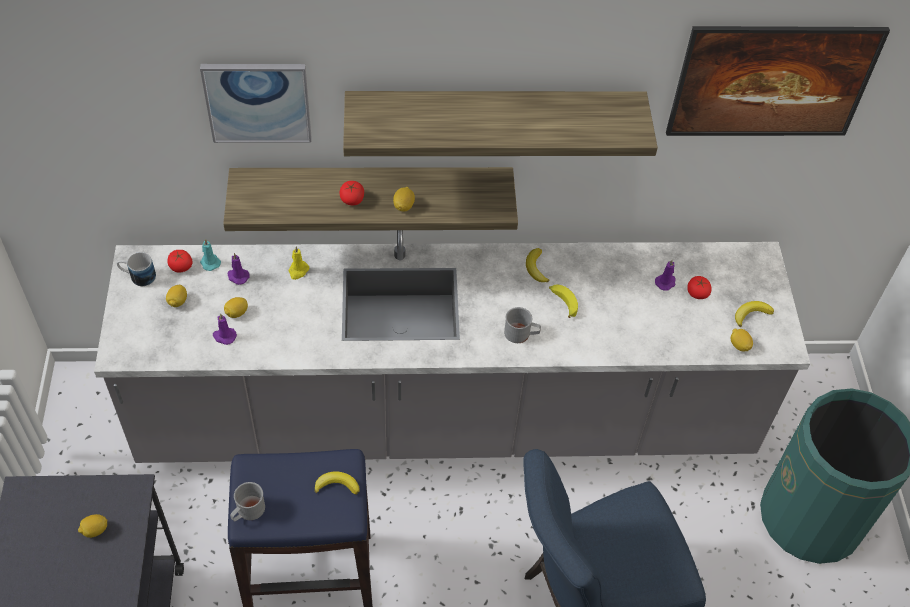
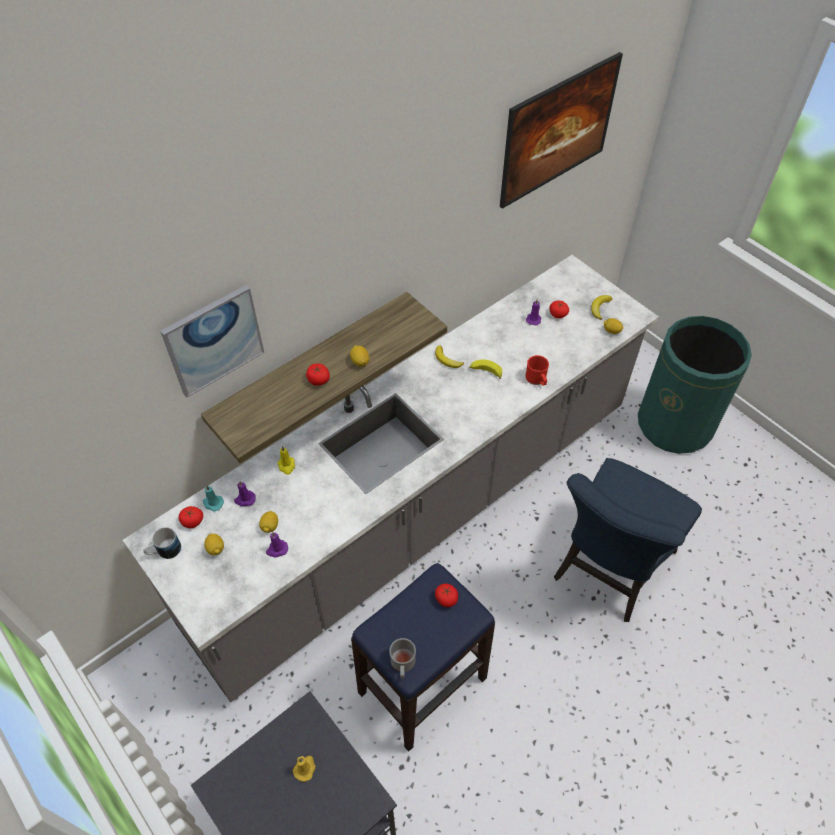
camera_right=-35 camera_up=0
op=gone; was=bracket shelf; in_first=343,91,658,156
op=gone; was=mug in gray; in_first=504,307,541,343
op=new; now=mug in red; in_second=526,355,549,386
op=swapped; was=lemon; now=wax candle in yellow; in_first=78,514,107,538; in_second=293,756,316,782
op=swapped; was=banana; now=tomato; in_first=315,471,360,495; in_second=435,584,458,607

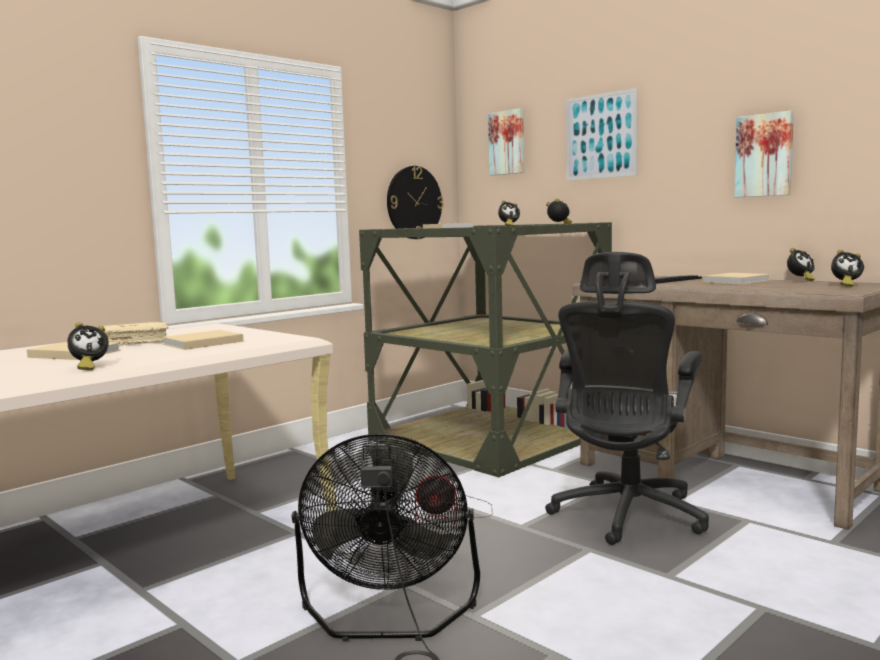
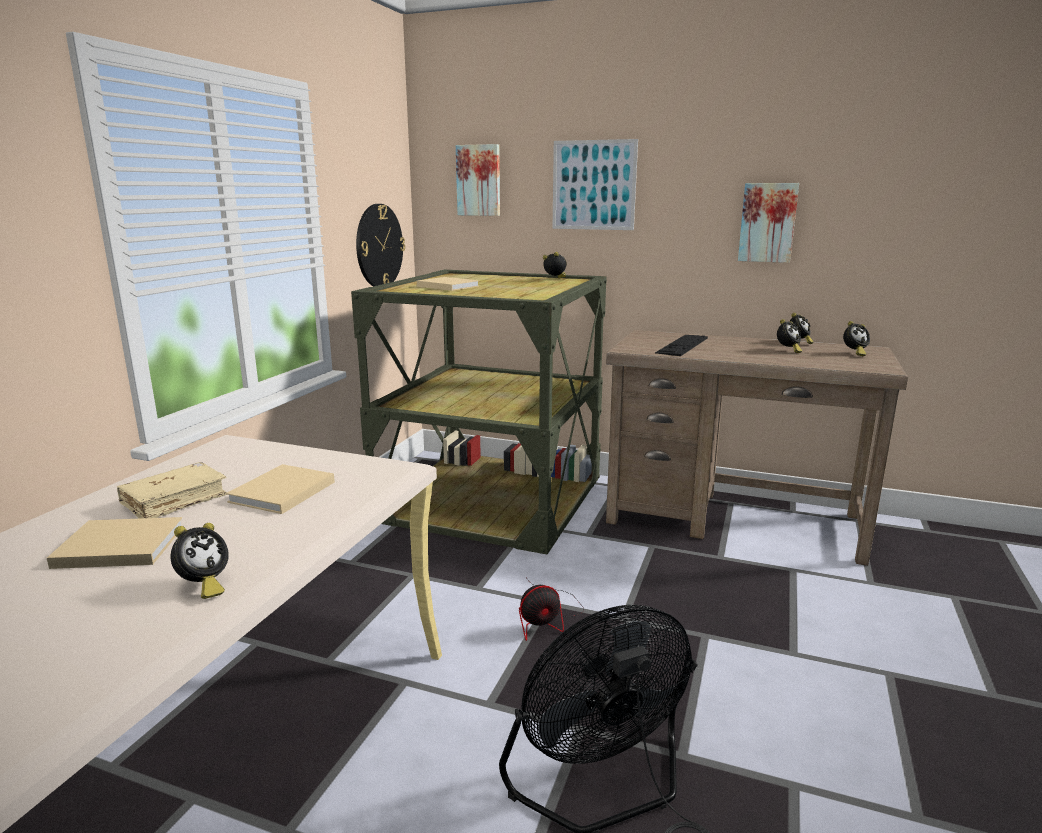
camera_right=-25 camera_up=10
op=gone; was=computer chair; in_first=545,252,709,545
op=gone; was=volume in sand-coloured; in_first=702,273,771,284
op=shifted; was=alarm clock; in_first=498,200,520,226; in_second=777,319,802,353

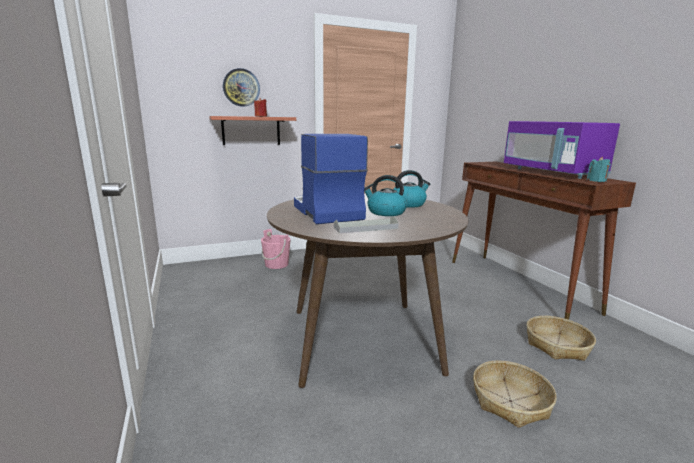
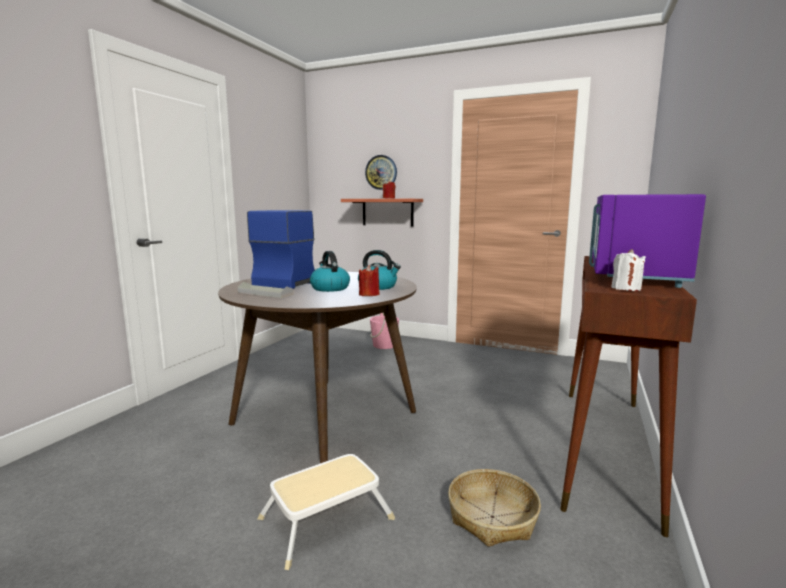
camera_right=45 camera_up=-5
op=new; now=wax candle in red; in_second=359,265,379,296
op=swapped; was=household basket; now=step stool in sand-coloured; in_first=473,360,557,428; in_second=257,454,395,570
op=repainted; was=wax candle in turquoise; now=wax candle in white; in_first=586,157,611,182; in_second=611,249,646,291

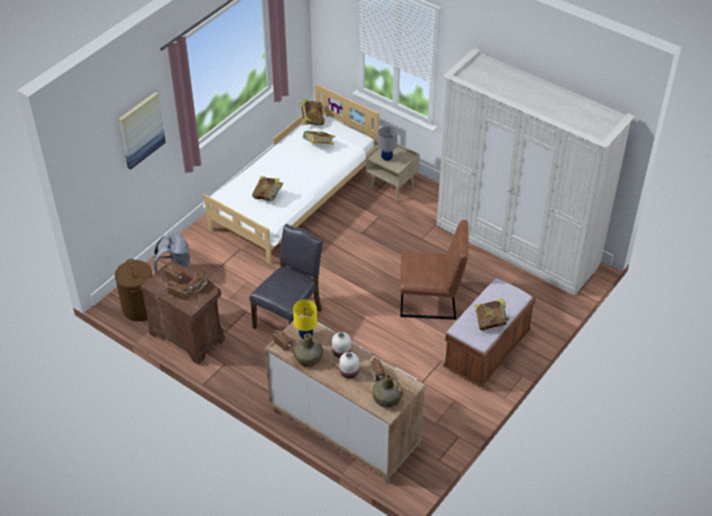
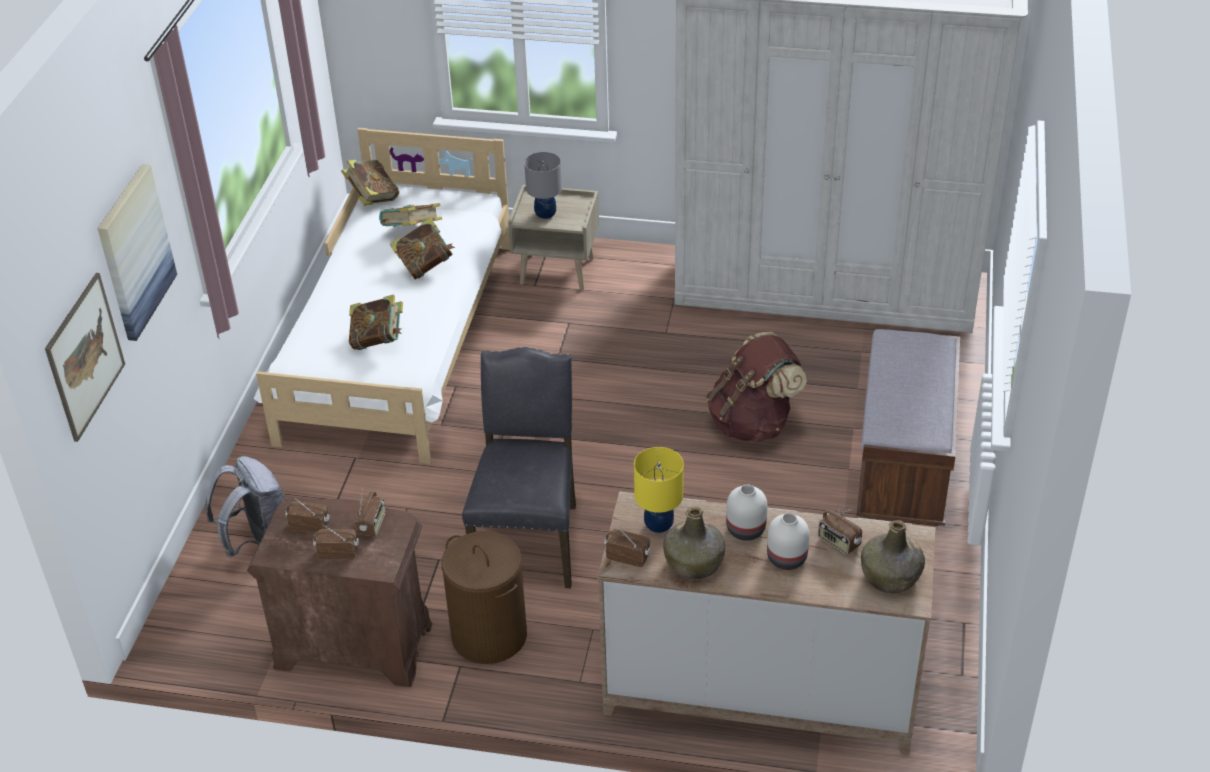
camera_right=-25 camera_up=-5
op=new; now=wall art; in_second=45,273,125,442
op=shifted; was=hamper in brownish; in_first=115,259,152,321; in_second=441,531,527,664
op=shifted; was=volume; in_first=474,298,510,331; in_second=389,217,455,279
op=swapped; was=plain chair in brownish; now=backpack in brownish; in_first=400,220,469,320; in_second=706,332,807,442

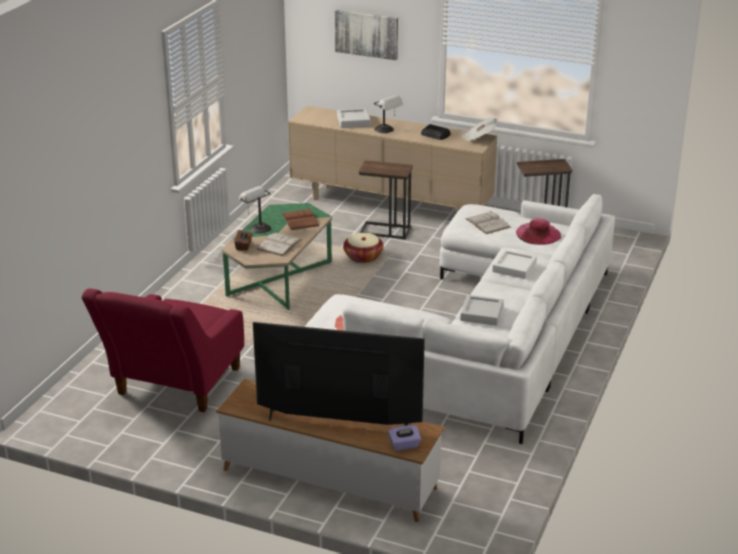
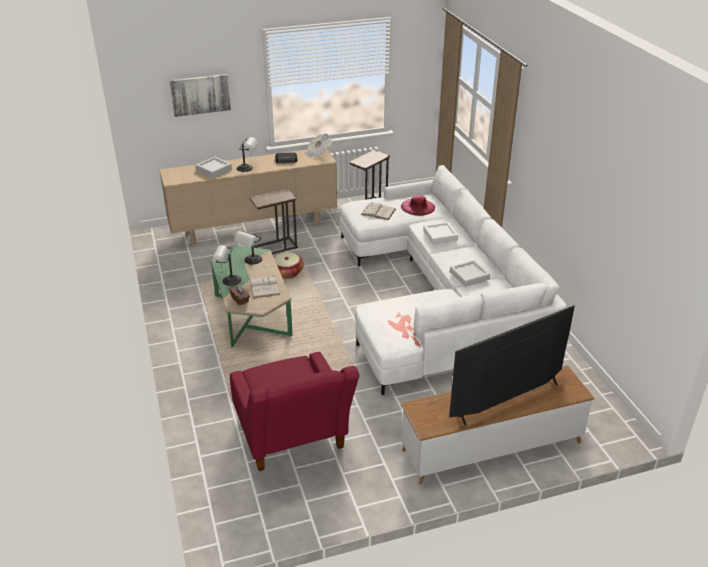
camera_right=-40 camera_up=5
op=gone; was=tissue box in purplish; in_first=388,425,421,451
op=swapped; was=volume in brownish; now=table lamp; in_first=282,208,319,230; in_second=234,231,262,264

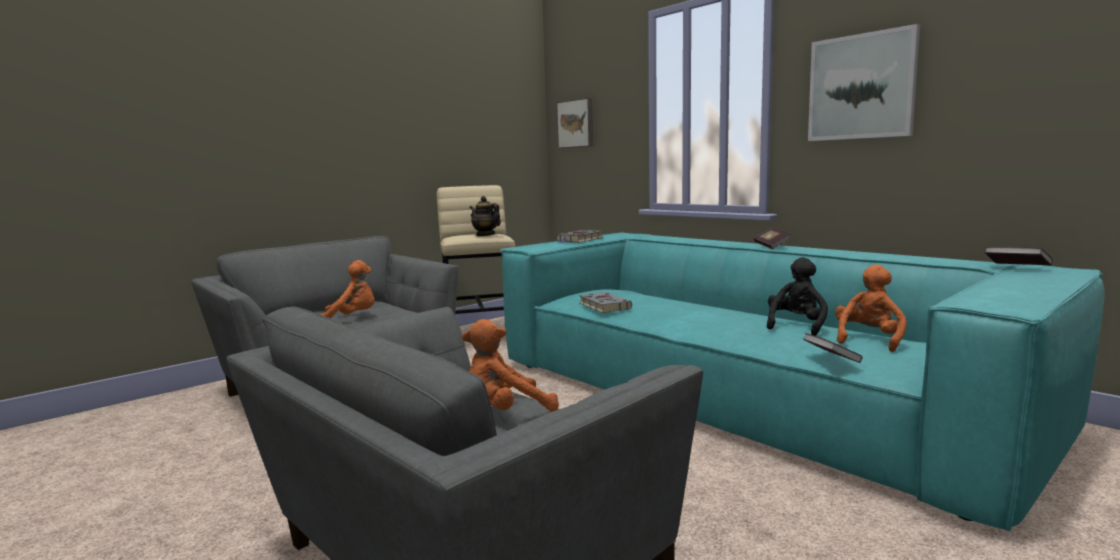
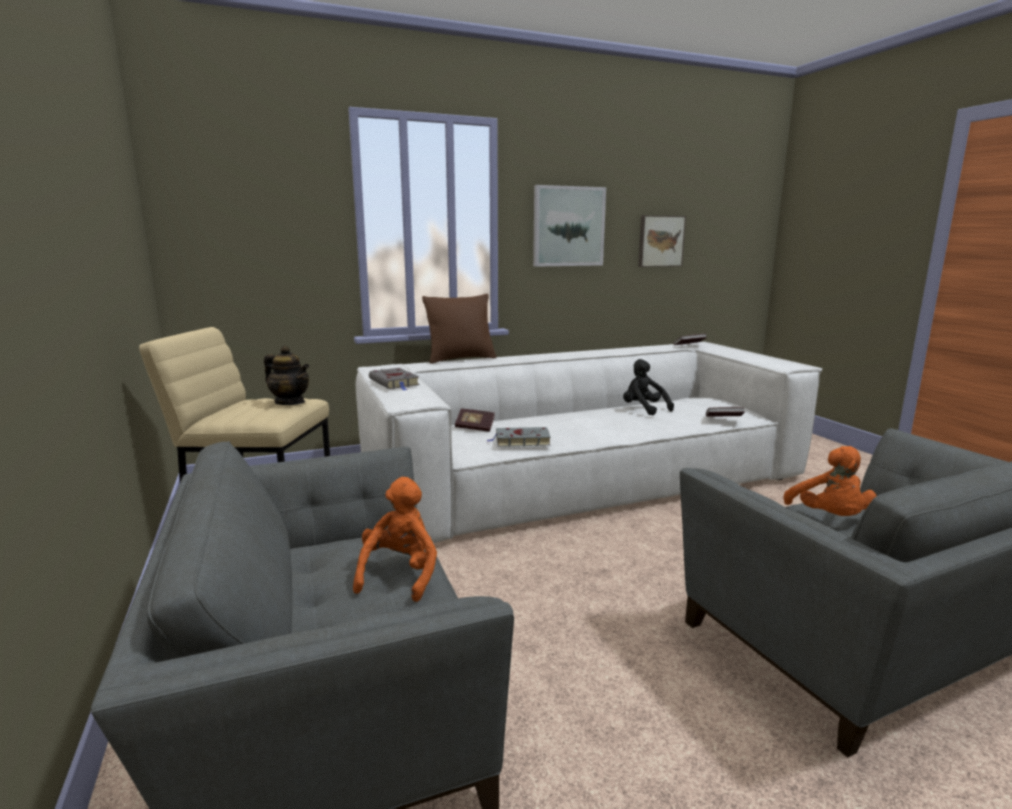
camera_right=-70 camera_up=5
op=gone; was=soft toy in orange-coloured; in_first=835,265,907,352
op=new; now=cushion in brownish; in_second=422,294,497,364
op=shifted; was=wall art; in_first=556,98,593,148; in_second=638,215,686,267
op=shifted; was=volume; in_first=754,228,792,249; in_second=455,409,495,432
op=repainted; was=settee in turquoise; now=settee in white; in_first=500,232,1105,532; in_second=356,342,823,543
op=rotated; was=tea pot; in_first=469,196,501,236; in_second=264,346,309,405; clockwise=-120

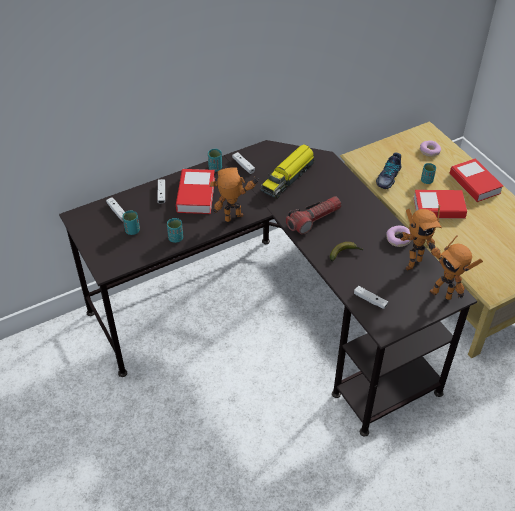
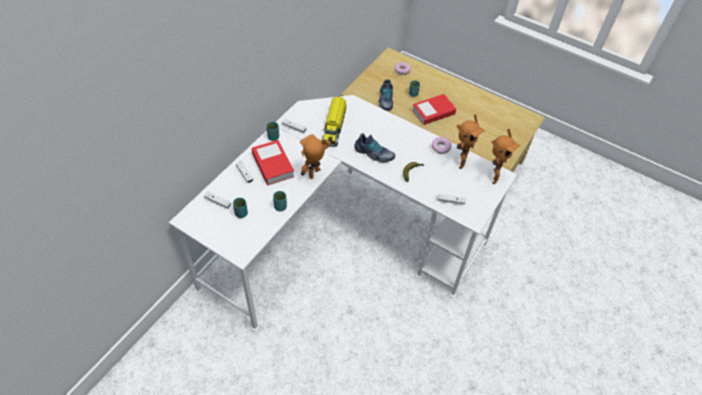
camera_right=-30 camera_up=5
op=gone; was=volume; in_first=449,158,503,202
op=swapped; was=hand torch; now=shoe; in_first=286,196,341,235; in_second=354,133,395,163
op=repainted; was=desk in blackish; now=desk in white; in_first=59,140,477,436; in_second=169,95,518,331
op=rotated; was=model robot; in_first=427,235,483,300; in_second=491,129,520,185; clockwise=-75

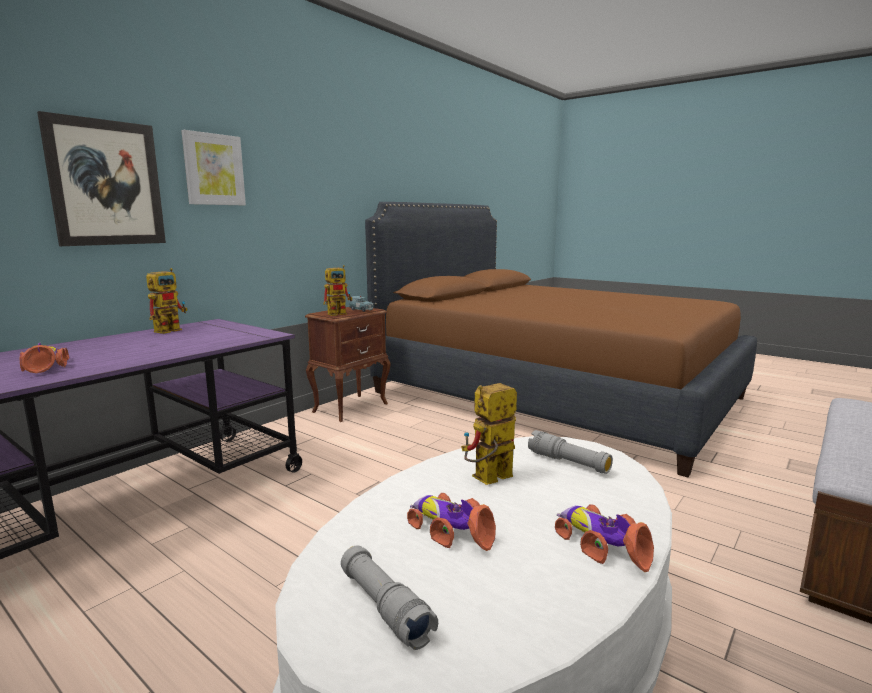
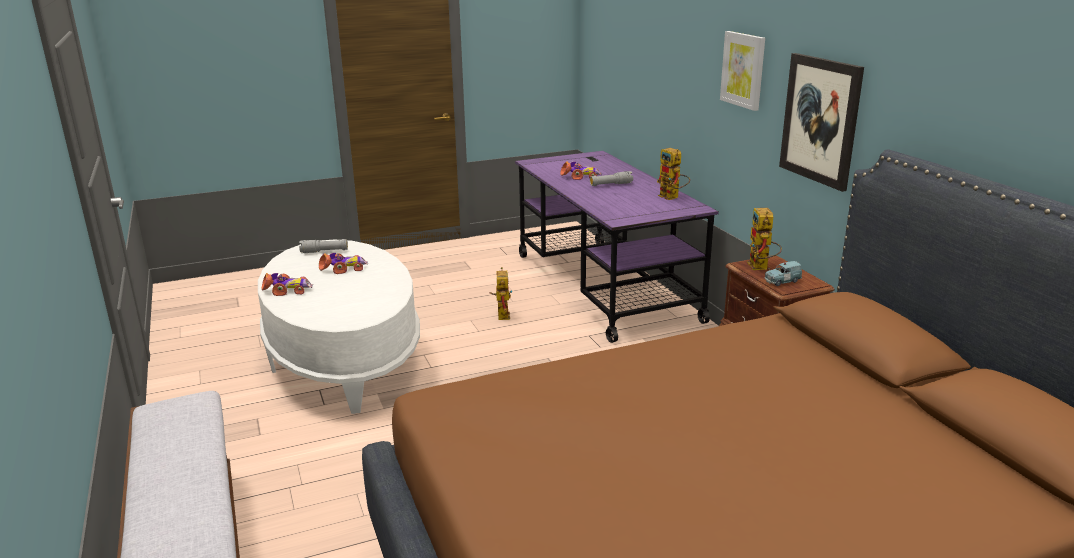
camera_right=120 camera_up=10
op=shifted; was=wall art; in_first=37,111,166,246; in_second=779,53,864,192
op=shifted; was=model robot; in_first=461,383,517,485; in_second=490,267,513,320
op=shifted; was=hand torch in gray; in_first=528,430,613,474; in_second=590,171,633,186

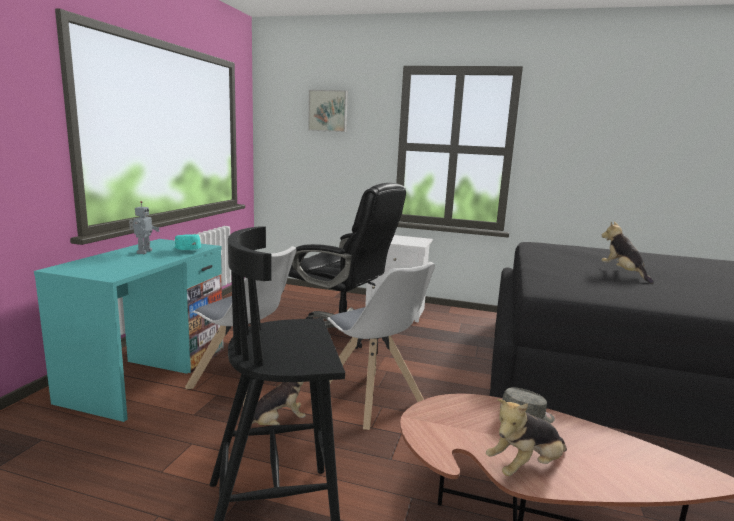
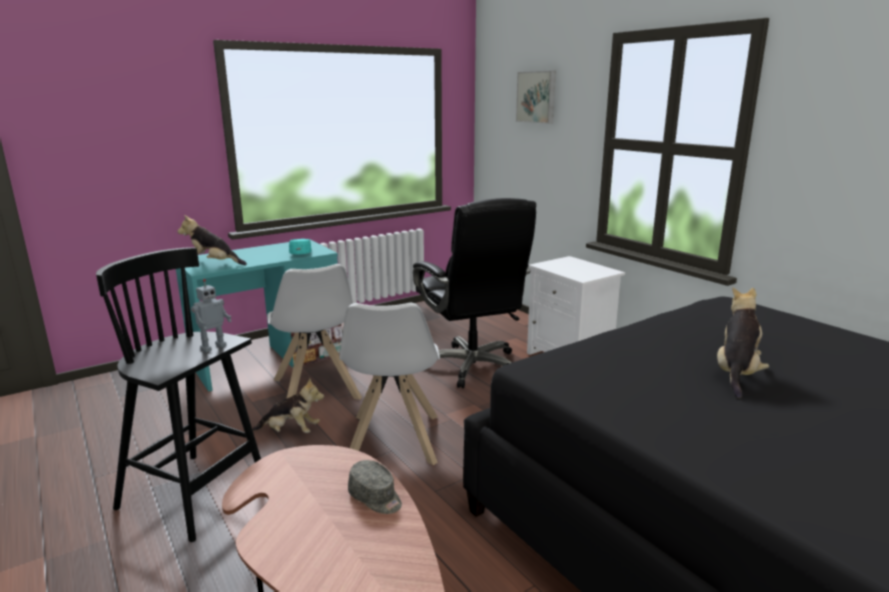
camera_right=40 camera_up=5
op=shifted; was=model robot; in_first=129,201,160,254; in_second=191,279,232,352
op=shifted; was=soft toy; in_first=486,399,567,476; in_second=177,215,247,265

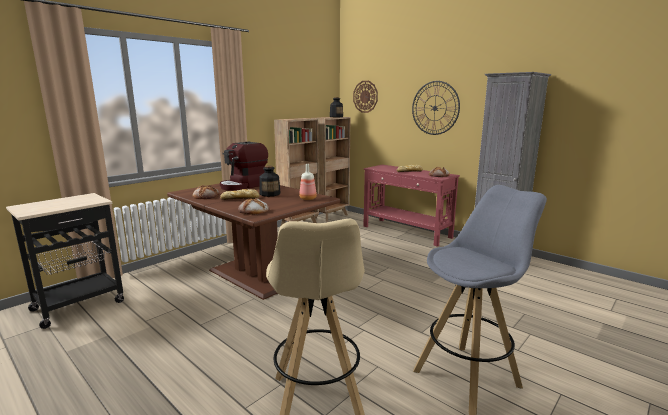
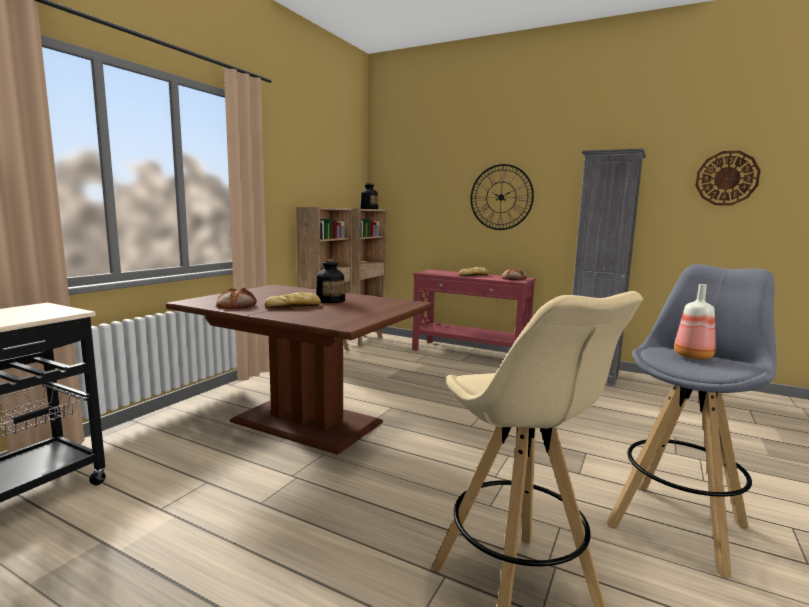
camera_right=-15 camera_up=-5
op=gone; was=coffee brewer; in_first=220,142,268,191
op=gone; was=baked bread; in_first=238,198,269,215
op=shifted; was=drink bottle; in_first=299,164,317,200; in_second=674,284,716,360
op=shifted; was=wall clock; in_first=353,81,378,113; in_second=695,151,761,205

